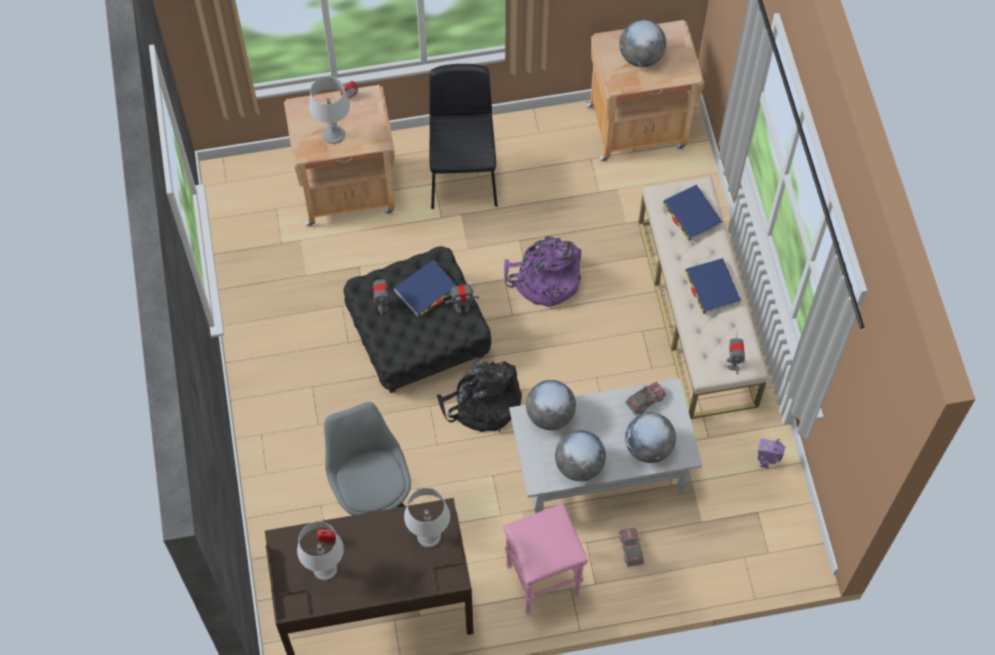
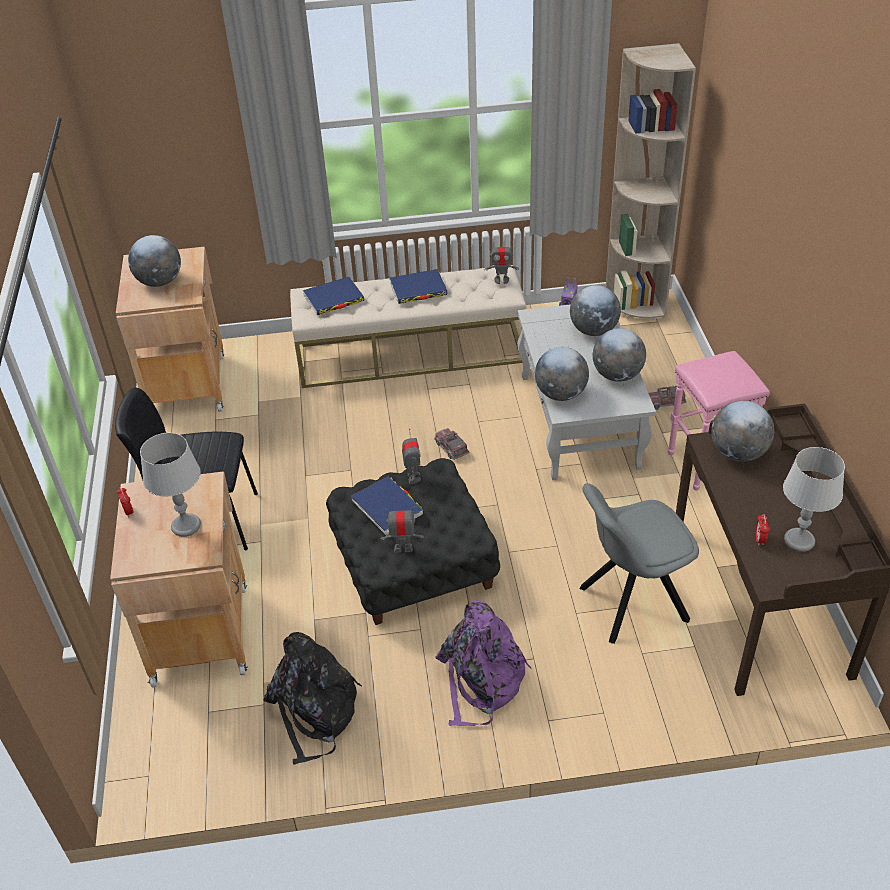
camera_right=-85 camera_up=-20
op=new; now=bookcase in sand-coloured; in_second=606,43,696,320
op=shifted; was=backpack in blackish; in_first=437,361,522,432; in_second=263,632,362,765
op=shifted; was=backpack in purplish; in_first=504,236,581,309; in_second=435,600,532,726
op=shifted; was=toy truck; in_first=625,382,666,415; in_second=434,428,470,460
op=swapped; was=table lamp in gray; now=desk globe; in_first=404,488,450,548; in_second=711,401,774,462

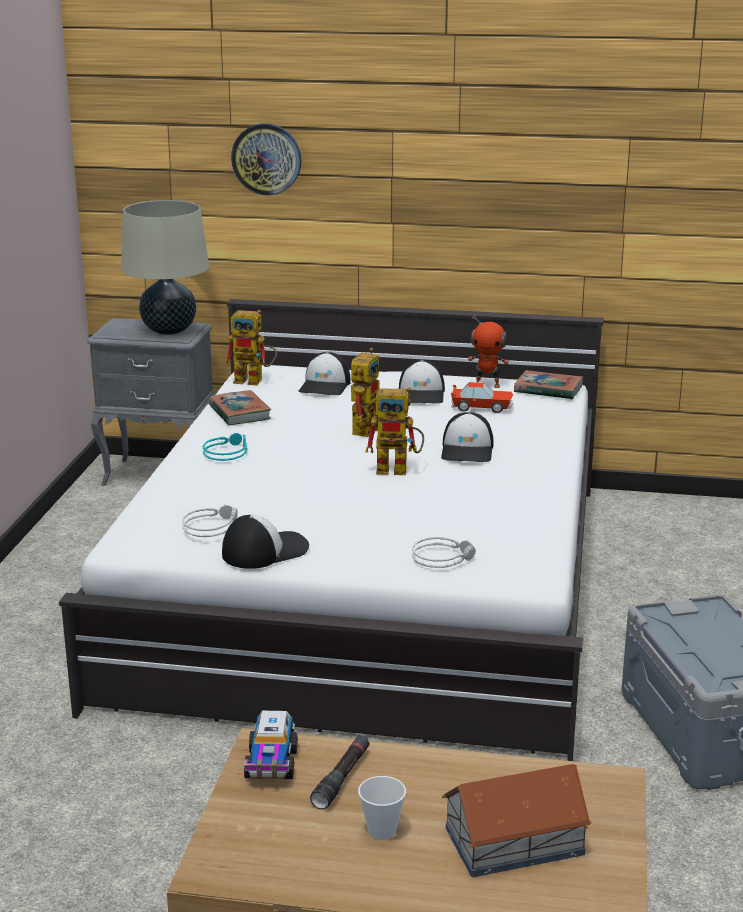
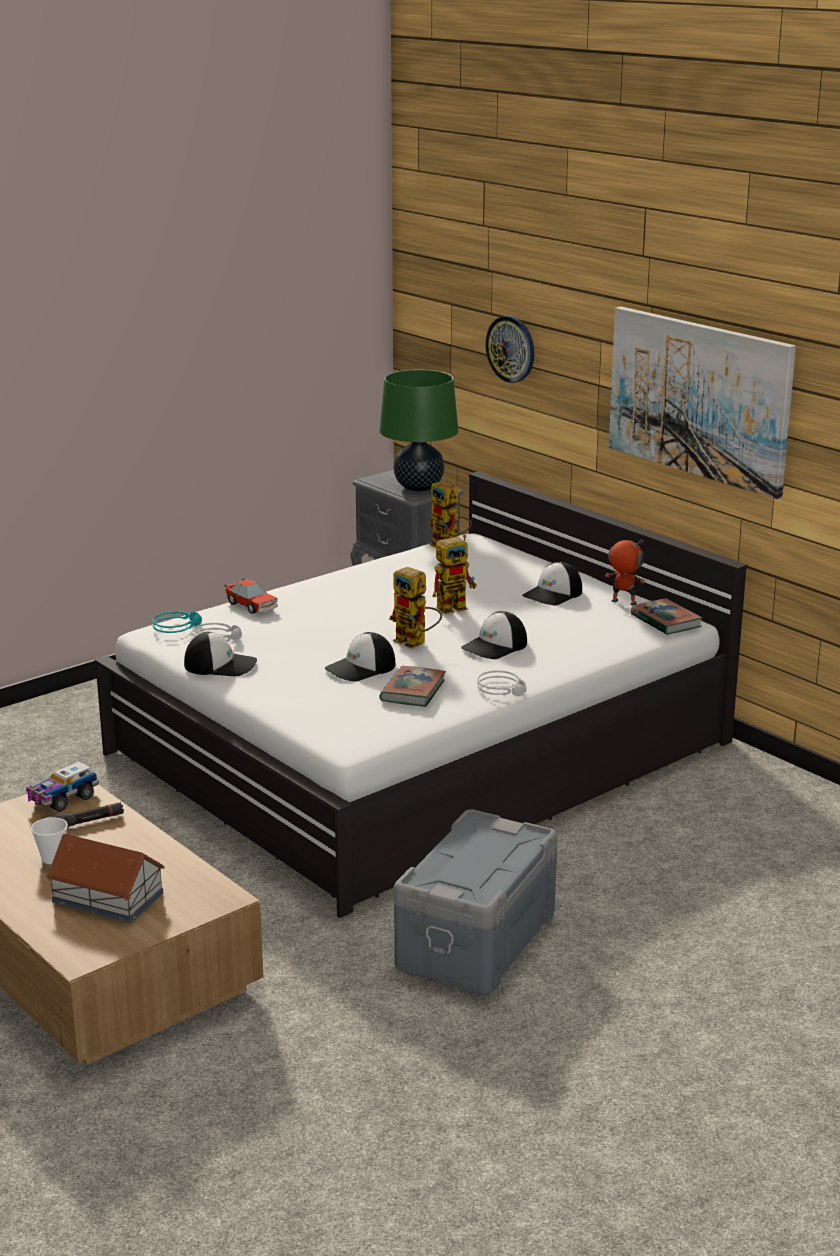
camera_right=40 camera_up=0
op=new; now=wall art; in_second=609,307,796,499
op=shifted; was=pair of headphones in turquoise; in_first=203,433,248,461; in_second=152,611,202,633
op=shifted; was=volume; in_first=209,390,271,426; in_second=379,666,446,707
op=shifted; was=cap; in_first=298,352,351,395; in_second=325,632,395,682
op=shifted; was=pair of headphones in gray; in_first=412,537,476,568; in_second=477,670,526,697
op=shifted; was=model car; in_first=451,382,514,413; in_second=224,579,278,614
op=repainted; was=table lamp in sand-coloured; now=table lamp in green-coloured; in_first=121,200,209,335; in_second=379,369,459,492
op=rotated; was=model robot; in_first=468,315,509,388; in_second=605,540,645,605; clockwise=150

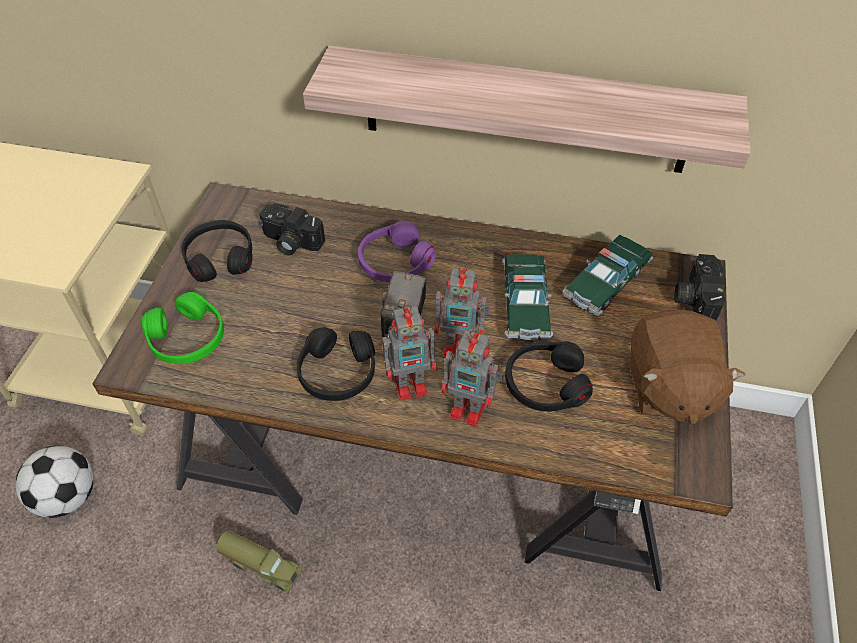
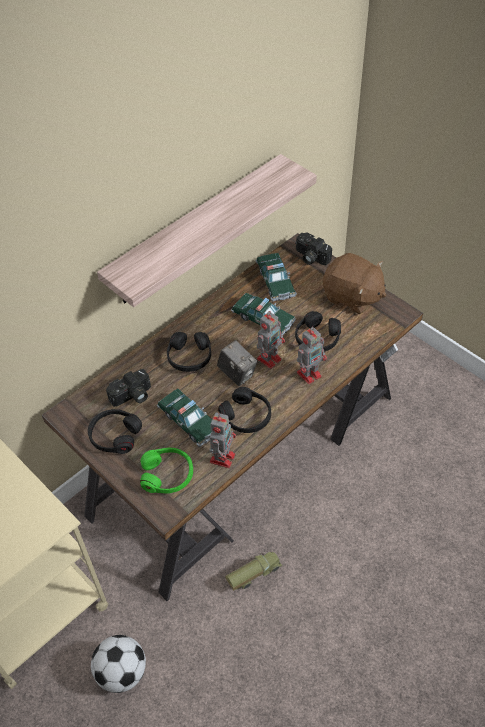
camera_right=-55 camera_up=0
op=new; now=model car; in_second=157,388,212,447
op=shifted; was=model robot; in_first=382,304,437,400; in_second=209,412,236,468
op=repainted; was=pair of headphones in purplish; now=pair of headphones in blackish; in_first=358,221,436,282; in_second=167,332,211,372

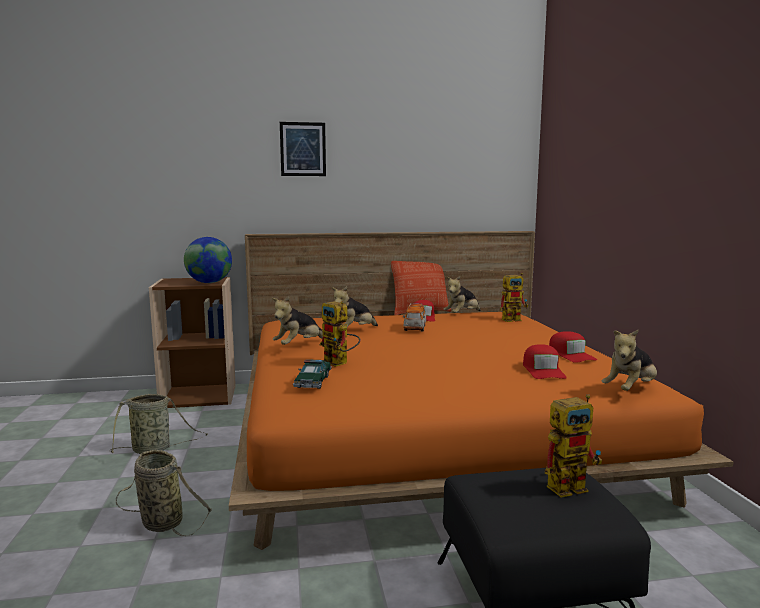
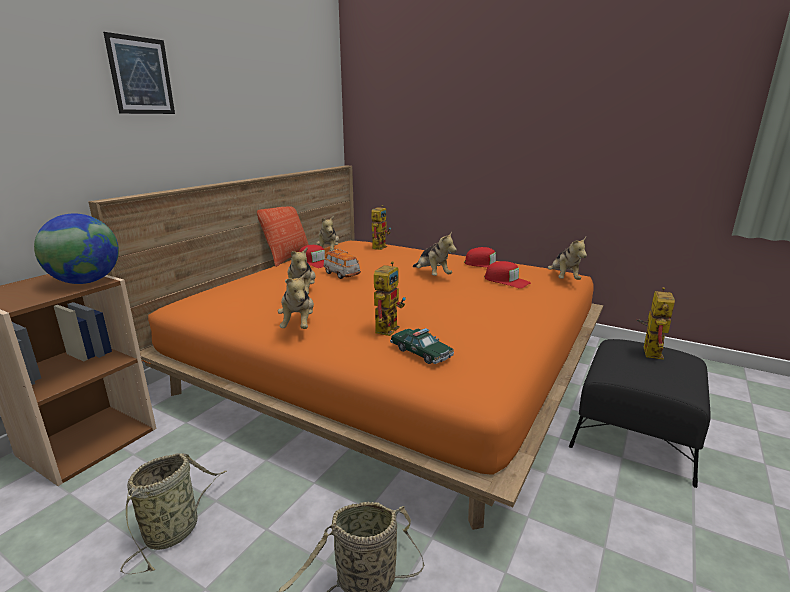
camera_right=-50 camera_up=10
op=new; now=soft toy; in_second=413,231,457,276
op=rotated; was=model robot; in_first=320,301,360,367; in_second=374,261,406,336; clockwise=-60

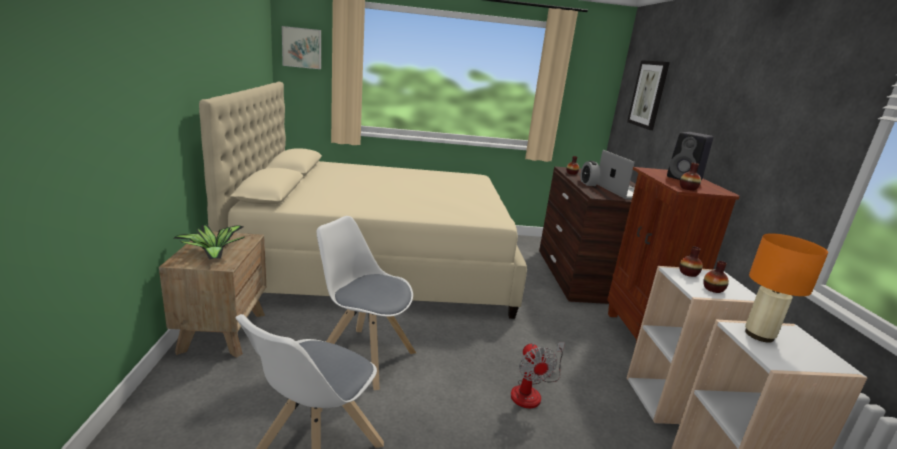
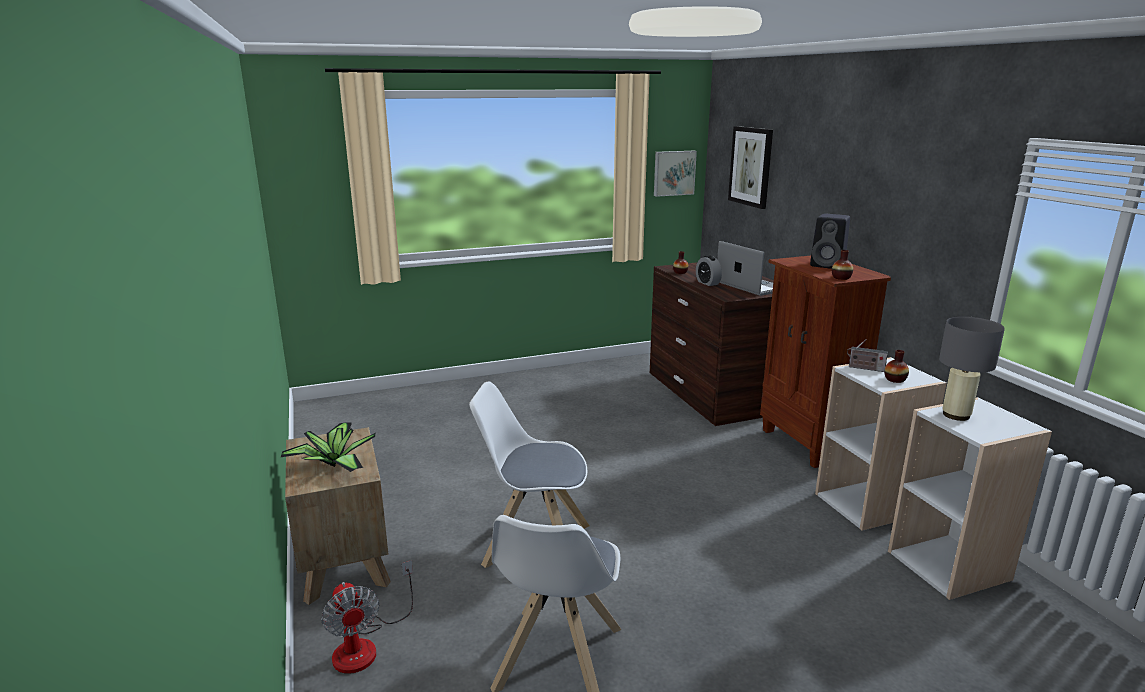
camera_right=-15 camera_up=0
op=gone; was=sleeping bed in sand-coloured; in_first=199,82,527,319
op=shifted; was=wall art; in_first=282,26,321,69; in_second=654,151,697,197
op=shifted; was=electric fan; in_first=511,342,565,408; in_second=321,560,413,674
op=swapped; was=decorative vase; now=radio; in_first=679,247,702,277; in_second=847,339,888,372
op=repainted; was=table lamp in orange-coloured; now=table lamp in gray; in_first=745,233,828,343; in_second=939,316,1005,421

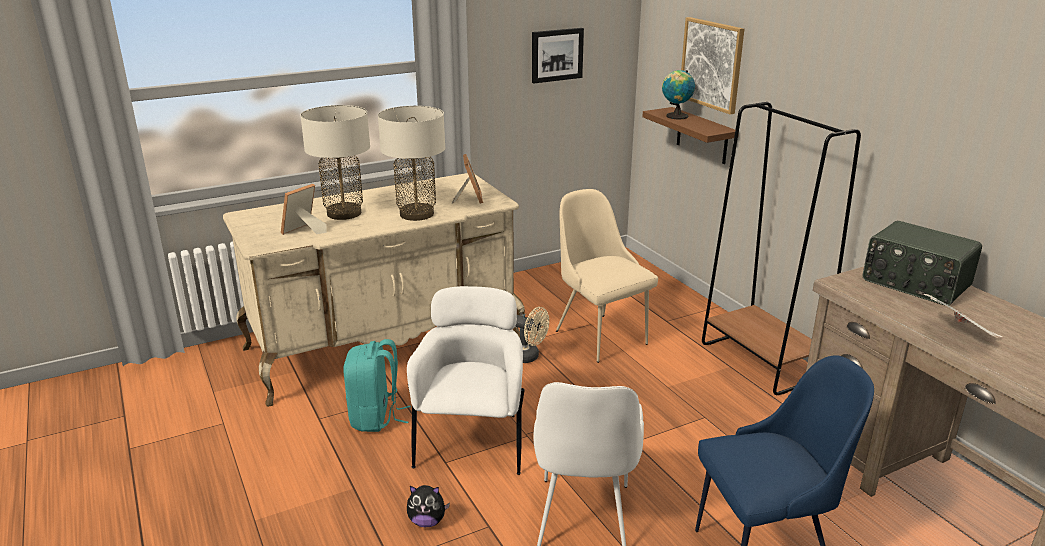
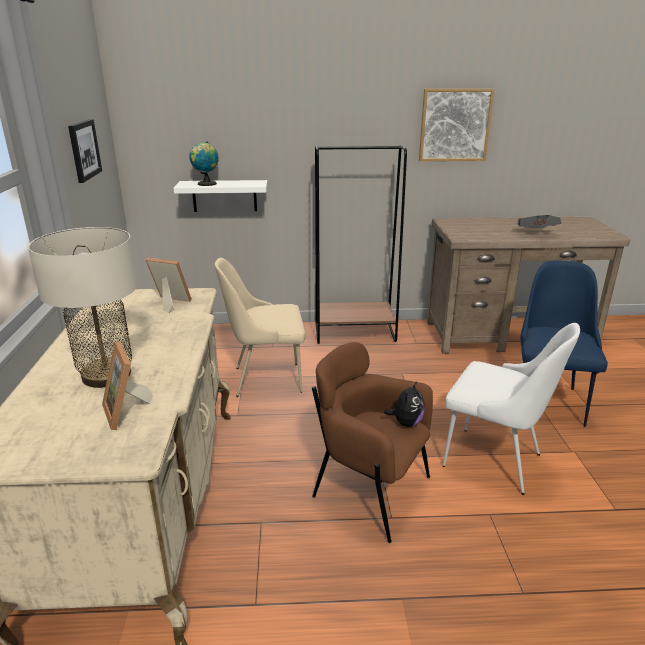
camera_right=-65 camera_up=0
op=gone; was=backpack in turquoise; in_first=343,339,411,432
op=gone; was=table lamp; in_first=378,106,445,221
op=gone; was=electric fan in sand-coloured; in_first=515,307,549,363
op=gone; was=radio; in_first=863,221,982,305
op=shifted; was=soft toy; in_first=407,485,450,527; in_second=384,381,425,427
op=shifted; was=wall art; in_first=681,17,744,115; in_second=419,89,494,161
op=repainted; was=lounge chair in white; now=lounge chair in brownish; in_first=407,286,525,475; in_second=312,342,433,543
op=repainted; was=bracket shelf in brownish; now=bracket shelf in white; in_first=642,107,739,164; in_second=173,180,268,212

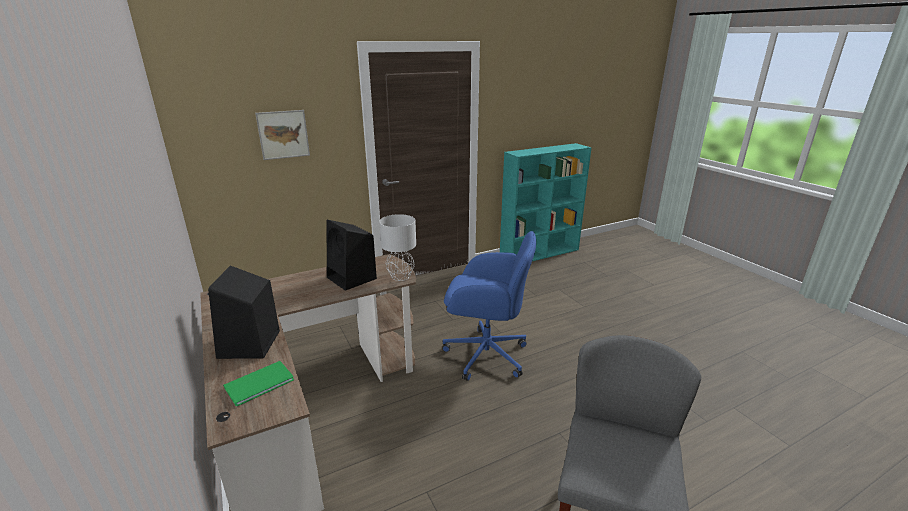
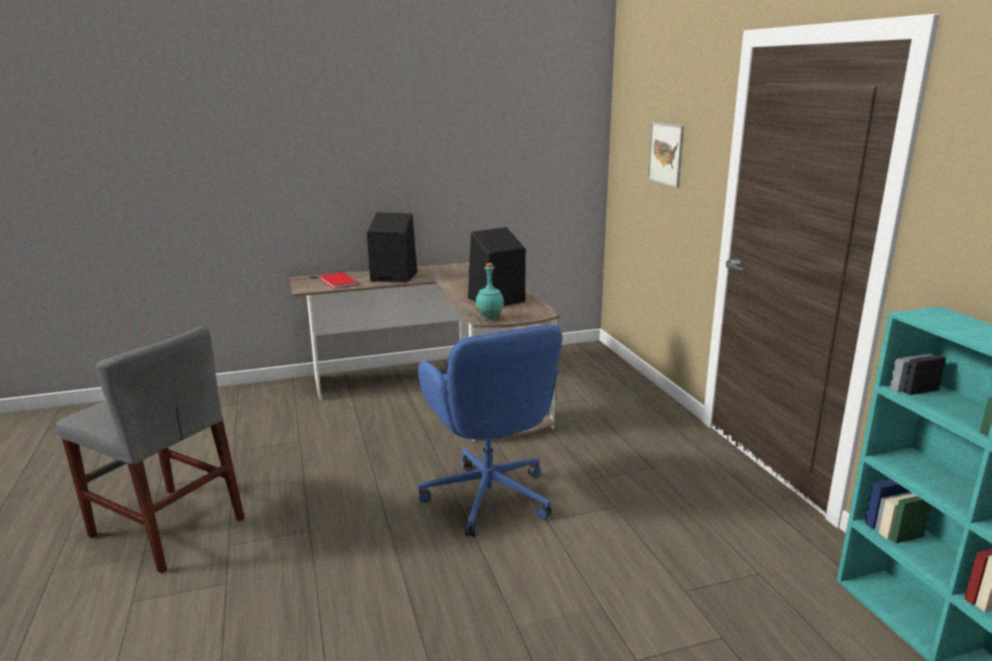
camera_right=100 camera_up=-5
op=swapped; was=table lamp in gray; now=drink bottle in turquoise; in_first=380,214,416,281; in_second=476,263,504,320
op=repainted; was=volume in green-coloured; now=volume in red; in_first=223,361,294,406; in_second=320,272,359,289
op=rotated; was=computer chair in bluish; in_first=442,231,536,381; in_second=418,325,562,537; clockwise=-45

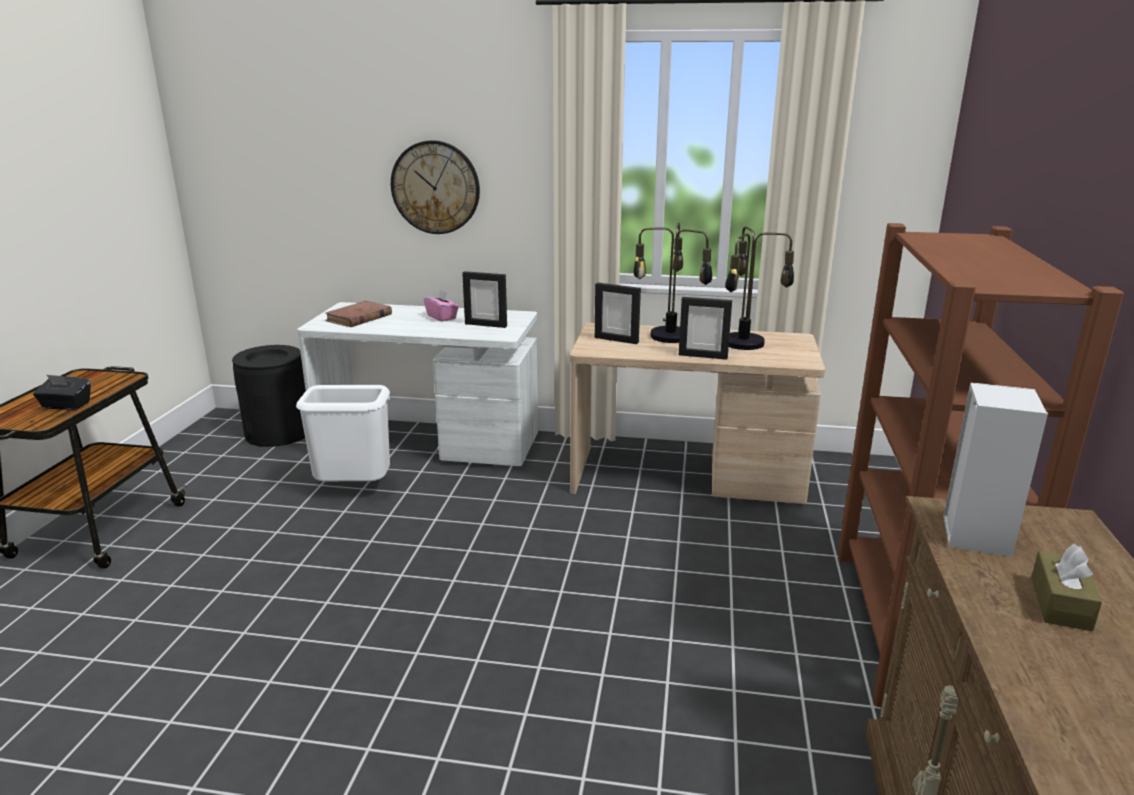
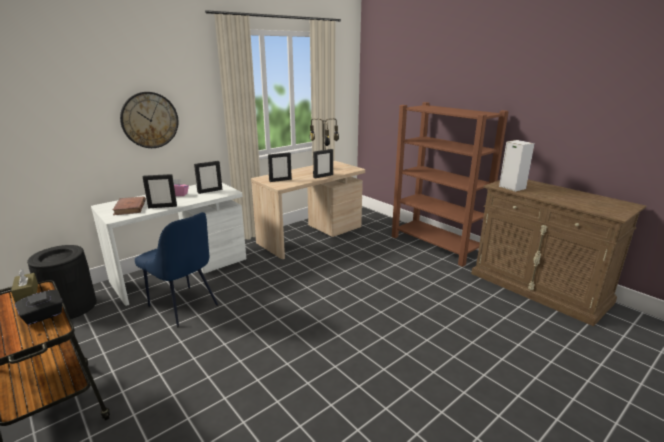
camera_right=-50 camera_up=0
op=gone; was=table lamp; in_first=634,223,712,343
op=new; now=picture frame; in_second=143,174,177,208
op=shifted; was=tissue box in brownish; in_first=1031,543,1102,631; in_second=11,269,38,303
op=swapped; was=trash can in white; now=plain chair in bluish; in_first=296,385,390,492; in_second=135,212,219,327

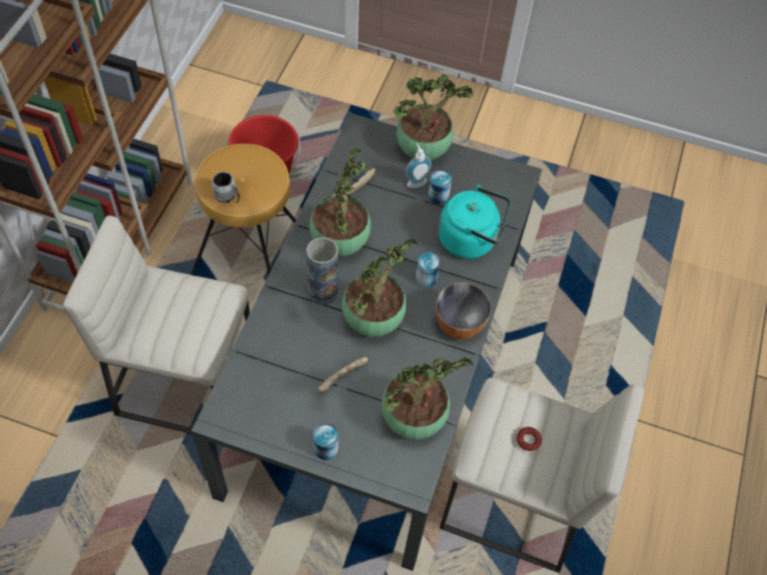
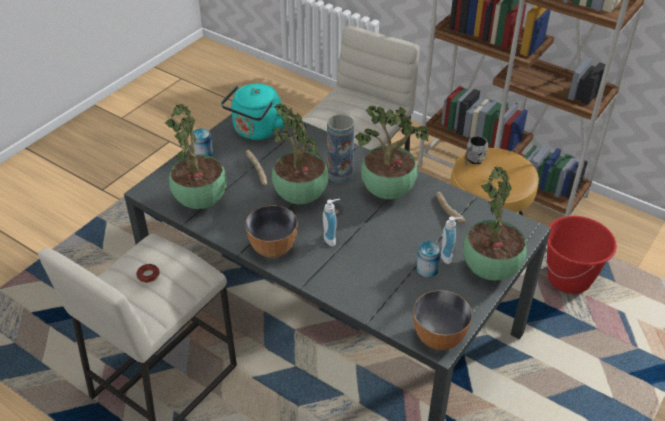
camera_right=110 camera_up=-15
op=new; now=deep dish; in_second=413,290,472,350
op=shifted; was=kettle in turquoise; in_first=439,185,510,259; in_second=221,84,284,140
op=swapped; was=sealed can; now=soap bottle; in_first=416,252,440,287; in_second=323,199,340,246

